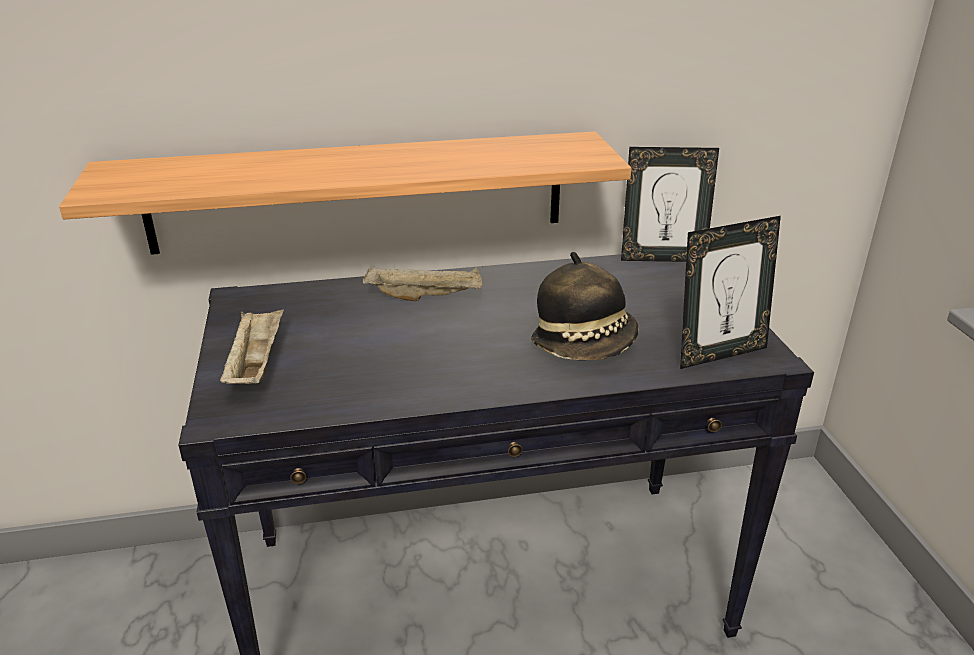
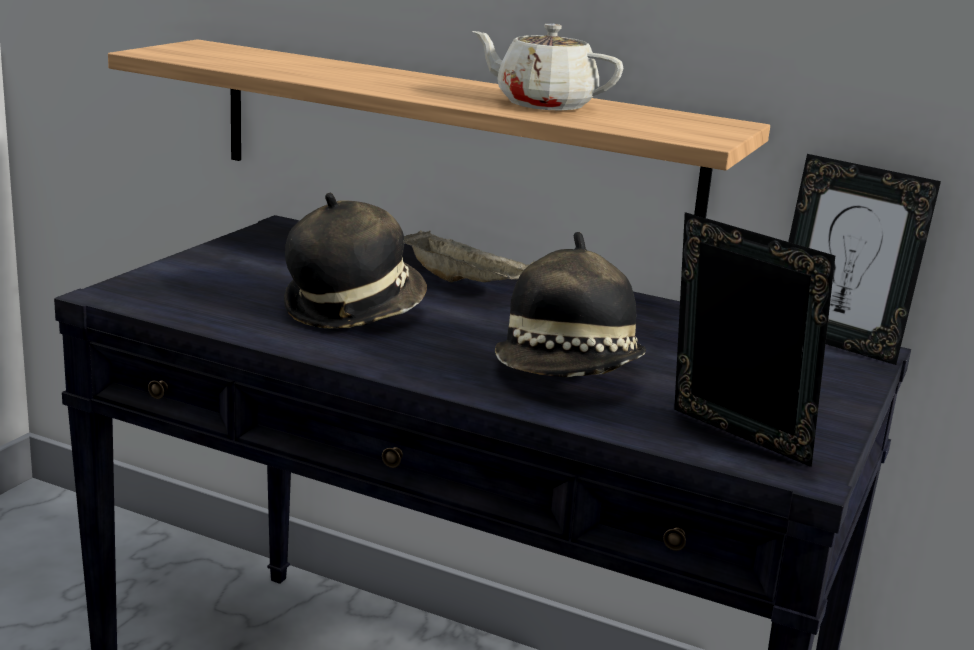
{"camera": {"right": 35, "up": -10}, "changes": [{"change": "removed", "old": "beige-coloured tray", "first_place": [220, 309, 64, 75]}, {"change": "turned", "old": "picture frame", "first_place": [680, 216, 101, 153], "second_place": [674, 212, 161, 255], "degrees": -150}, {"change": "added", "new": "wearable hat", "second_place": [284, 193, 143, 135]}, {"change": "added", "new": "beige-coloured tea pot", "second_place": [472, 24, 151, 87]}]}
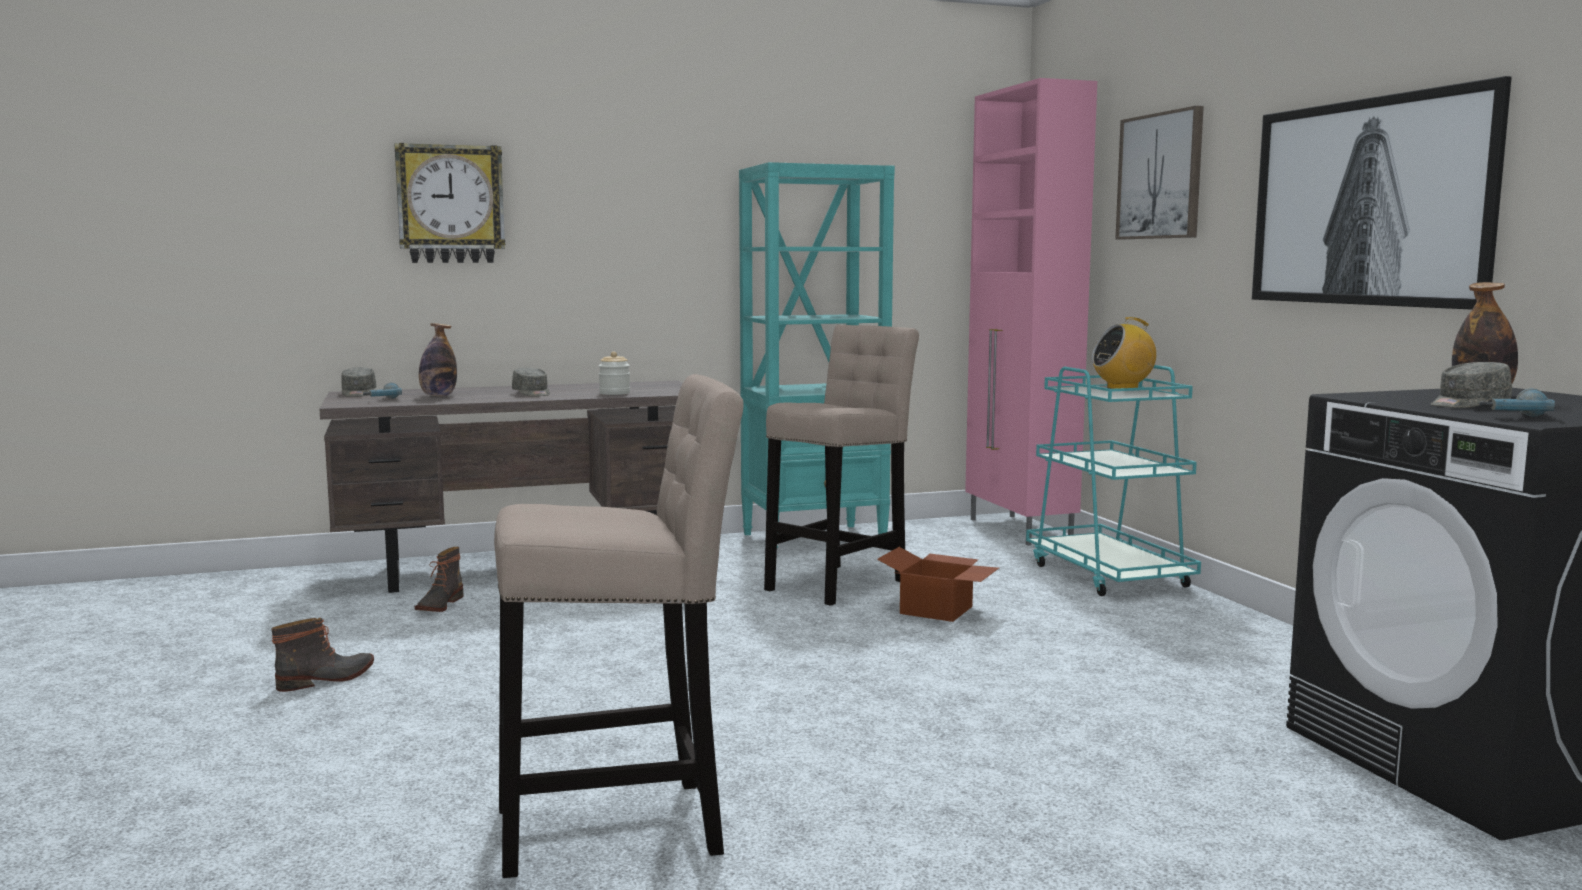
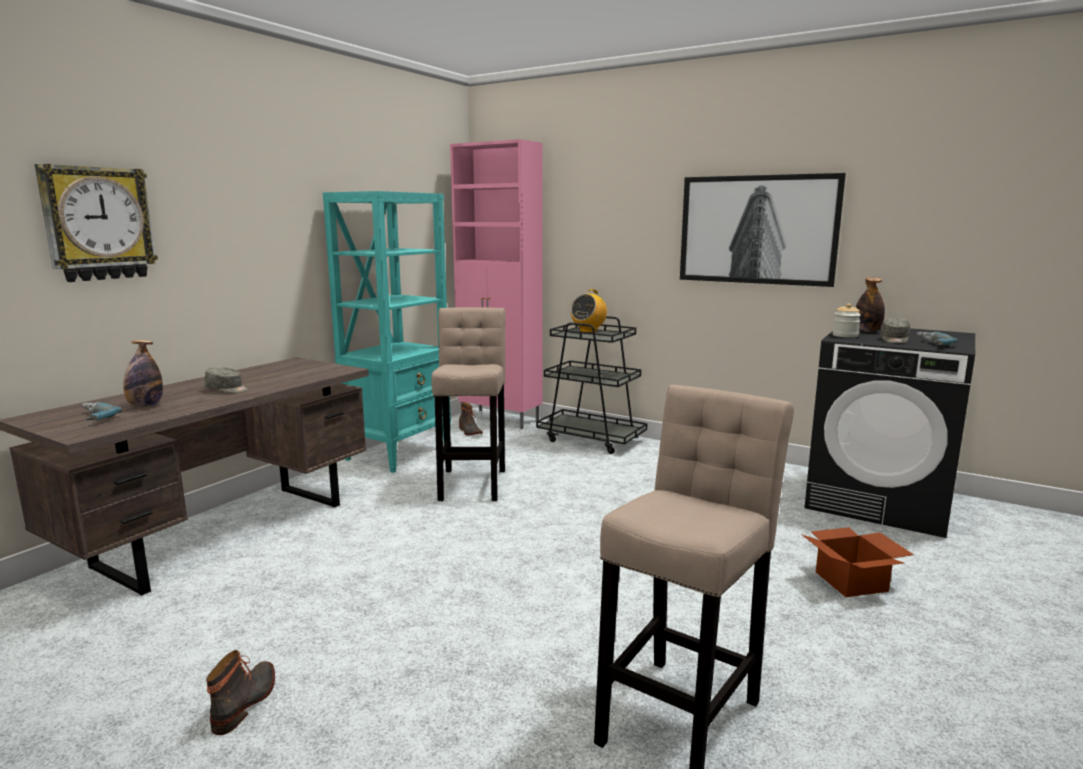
{"camera": {"right": -40, "up": 5}, "changes": [{"change": "removed", "old": "gray cap", "first_place": [341, 367, 35, 30]}, {"change": "moved", "old": "high-top boot", "first_place": [415, 547, 49, 65], "second_place": [459, 402, 24, 33]}, {"change": "moved", "old": "preserve jar", "first_place": [599, 352, 31, 43], "second_place": [833, 303, 28, 35]}, {"change": "moved", "old": "cardboard box", "first_place": [877, 547, 122, 75], "second_place": [801, 527, 113, 70]}, {"change": "recoloured", "old": "turquoise trolley", "new": "black-coloured trolley", "first_place": [1026, 365, 175, 231], "second_place": [536, 316, 111, 138]}, {"change": "removed", "old": "wall picture", "first_place": [1115, 106, 89, 133]}]}
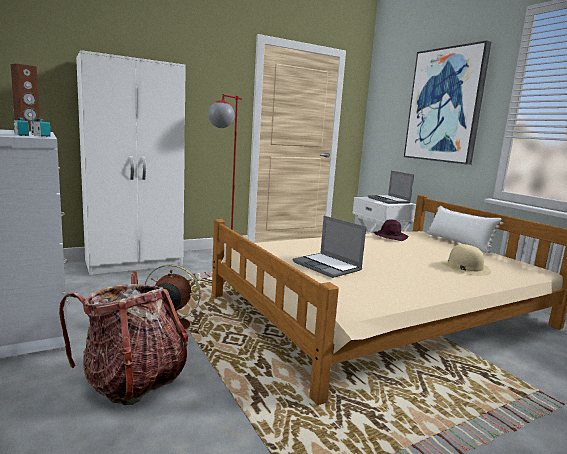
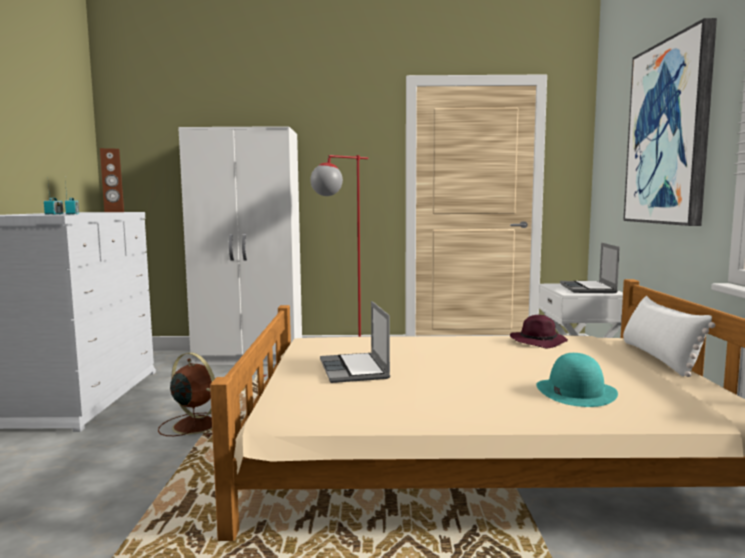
{"camera": {"right": 30, "up": -5}, "changes": [{"change": "removed", "old": "knapsack", "first_place": [59, 271, 129, 134]}, {"change": "recoloured", "old": "beige-coloured wearable hat", "new": "turquoise wearable hat", "first_place": [440, 244, 51, 32], "second_place": [536, 353, 82, 54]}]}
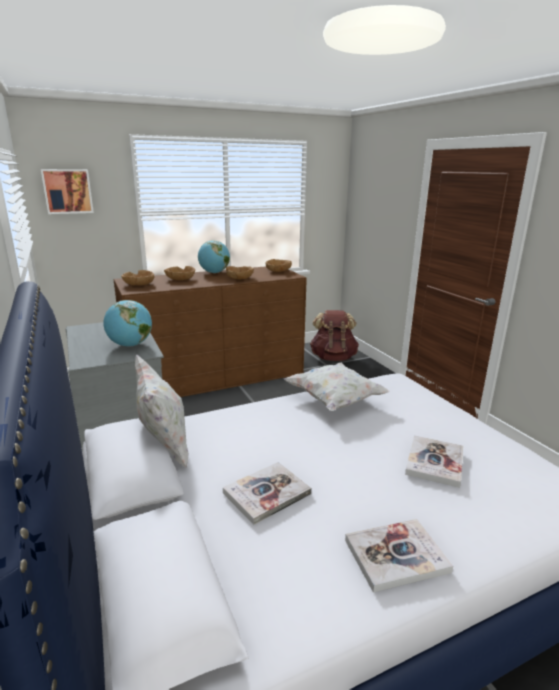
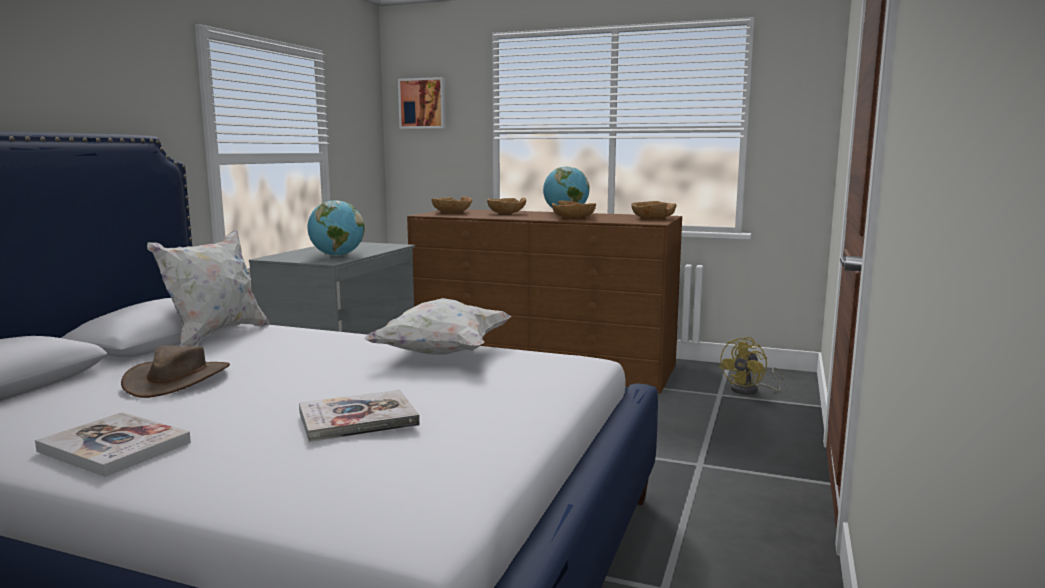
{"camera": {"right": 45, "up": -10}, "changes": [{"change": "replaced", "old": "book", "new": "brownish wearable hat", "first_place": [223, 462, 89, 63], "second_place": [121, 345, 109, 53]}, {"change": "replaced", "old": "brownish knapsack", "new": "yellowish fan", "first_place": [310, 310, 49, 51], "second_place": [719, 337, 67, 58]}]}
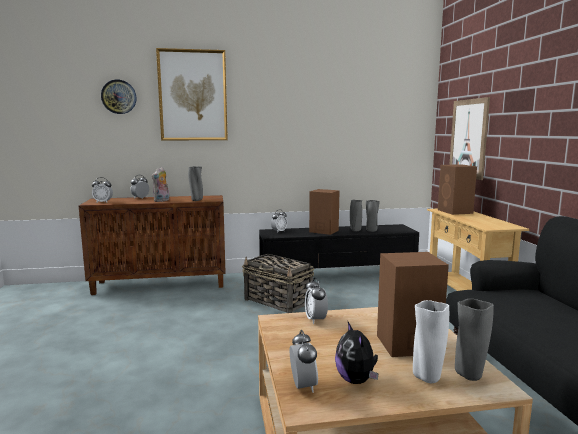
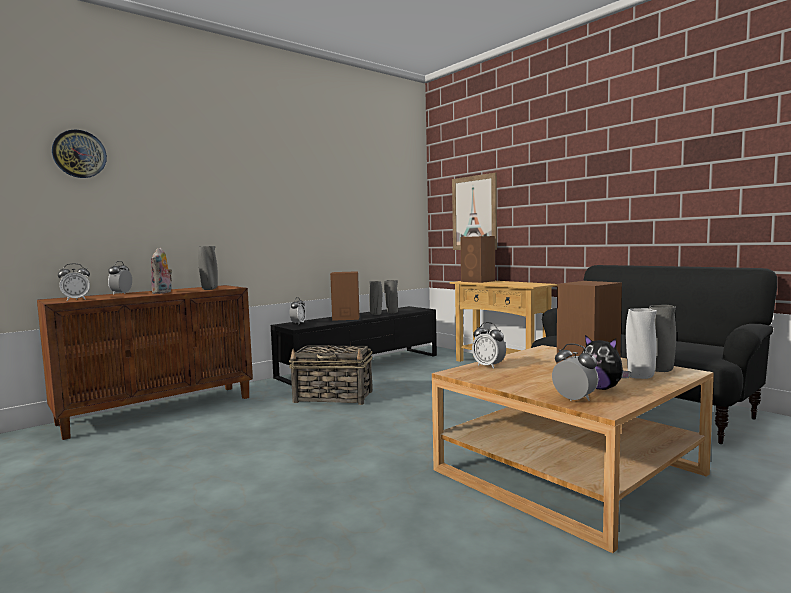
{"camera": {"right": -30, "up": -5}, "changes": [{"change": "removed", "old": "wall picture", "first_place": [156, 48, 72, 92]}]}
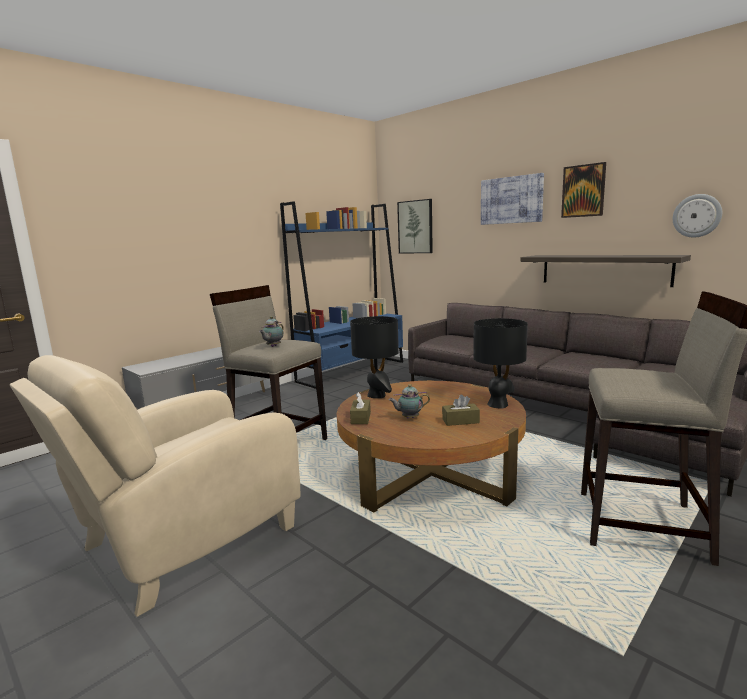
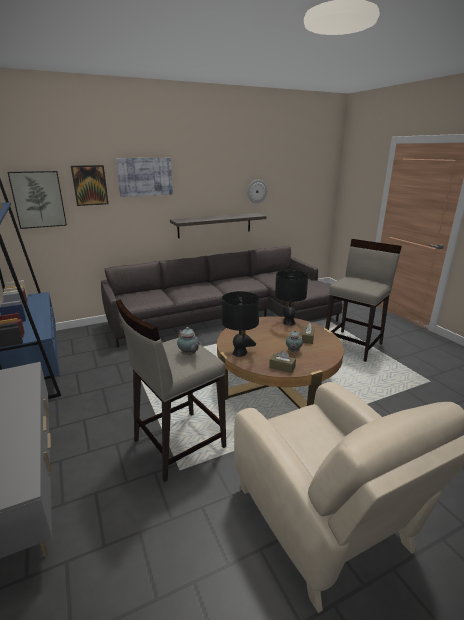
{"camera": {"right": -70, "up": 10}, "changes": [{"change": "moved", "old": "wall picture", "first_place": [561, 162, 45, 56], "second_place": [71, 165, 38, 41]}]}
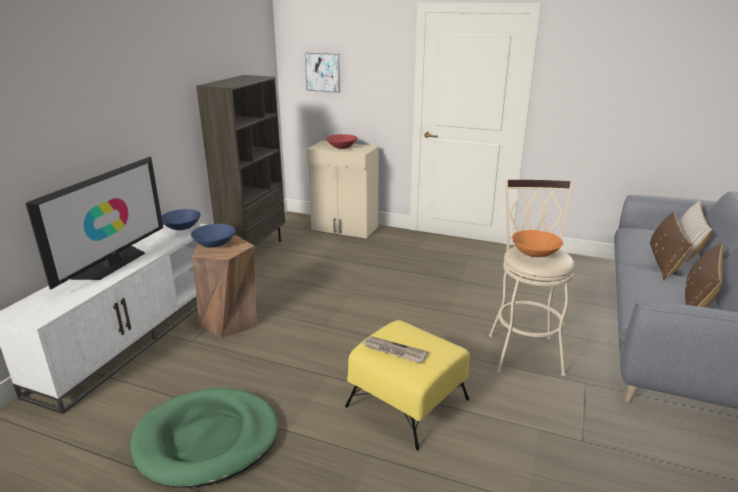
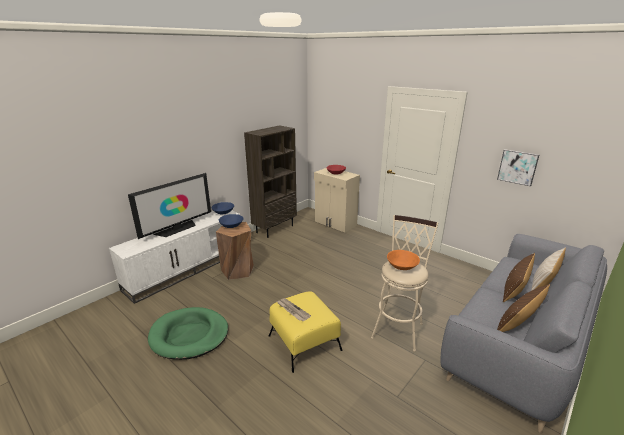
{"camera": {"right": 20, "up": 0}, "changes": [{"change": "moved", "old": "wall picture", "first_place": [305, 53, 35, 40], "second_place": [497, 149, 42, 37]}]}
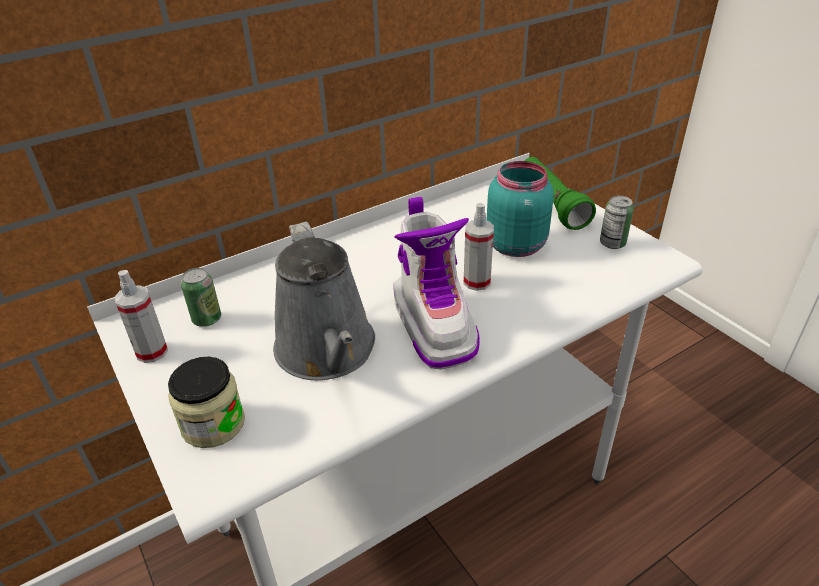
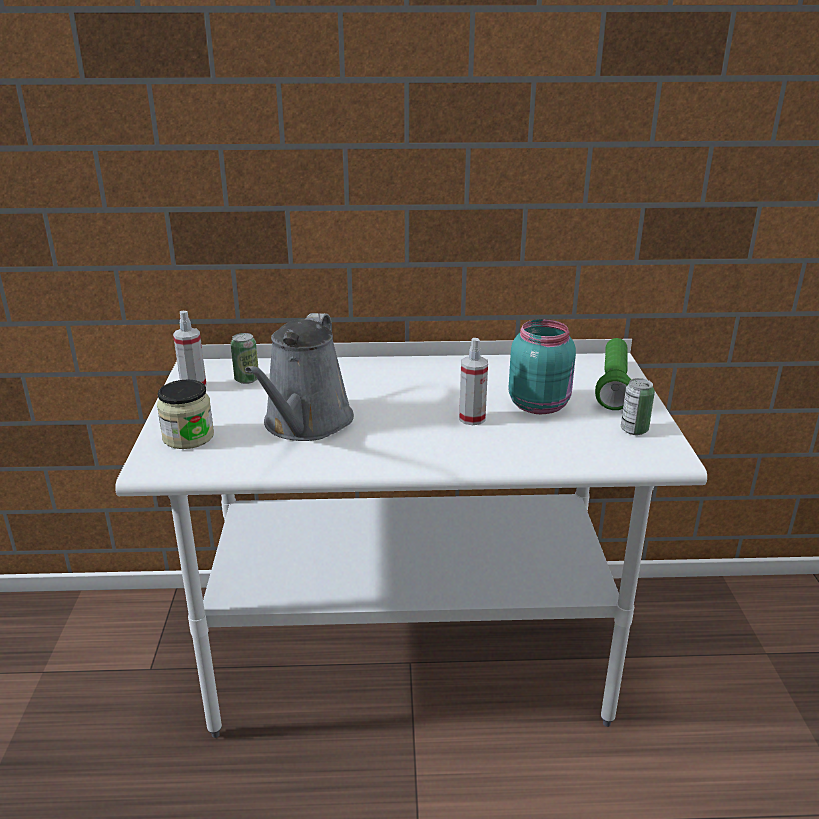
{"camera": {"right": 30, "up": -10}, "changes": [{"change": "removed", "old": "high-top boot", "first_place": [393, 196, 87, 174]}]}
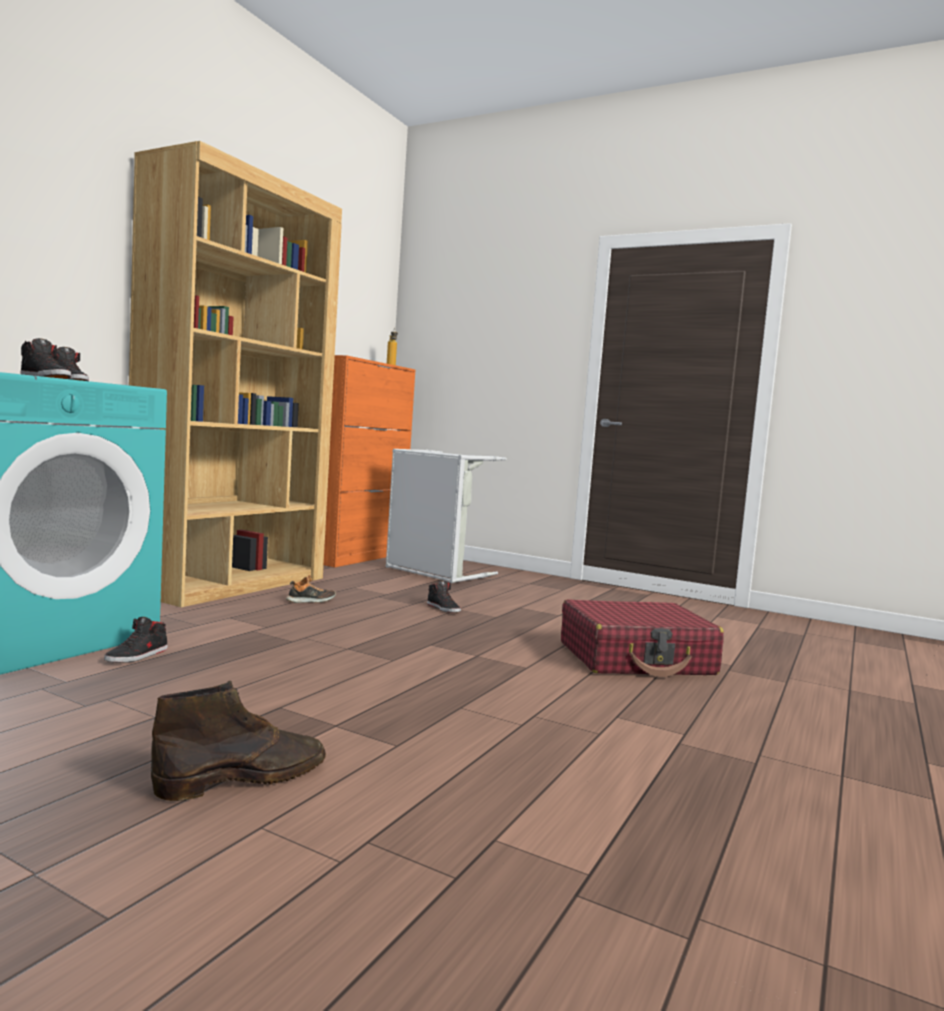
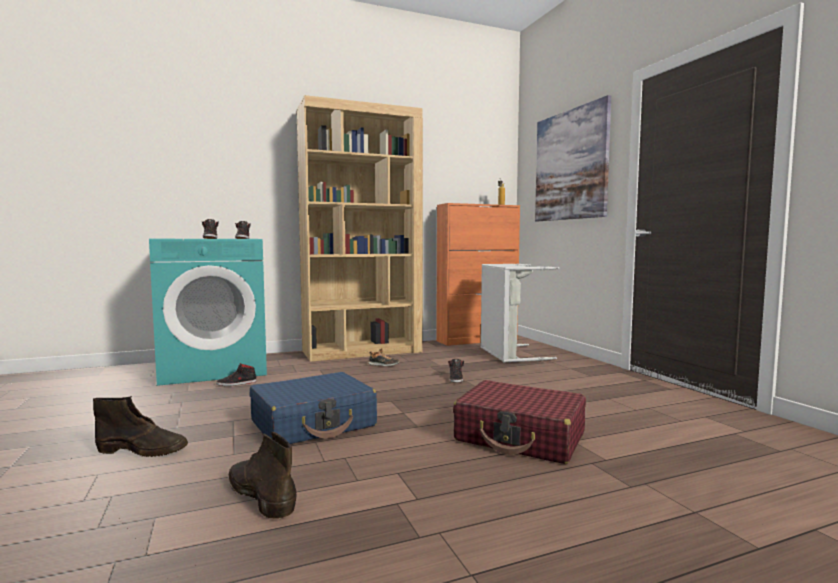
{"camera": {"right": 40, "up": 0}, "changes": [{"change": "added", "new": "brownish high-top boot", "second_place": [229, 432, 67, 88]}, {"change": "added", "new": "bluish travel case", "second_place": [250, 372, 127, 72]}, {"change": "added", "new": "wall picture", "second_place": [535, 95, 76, 126]}]}
